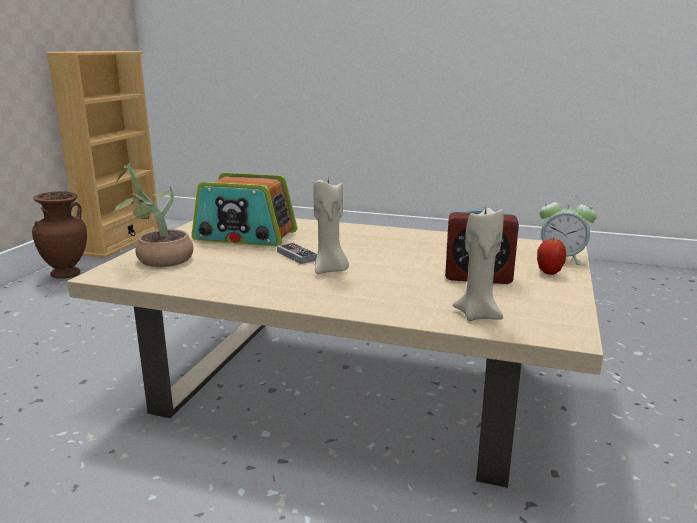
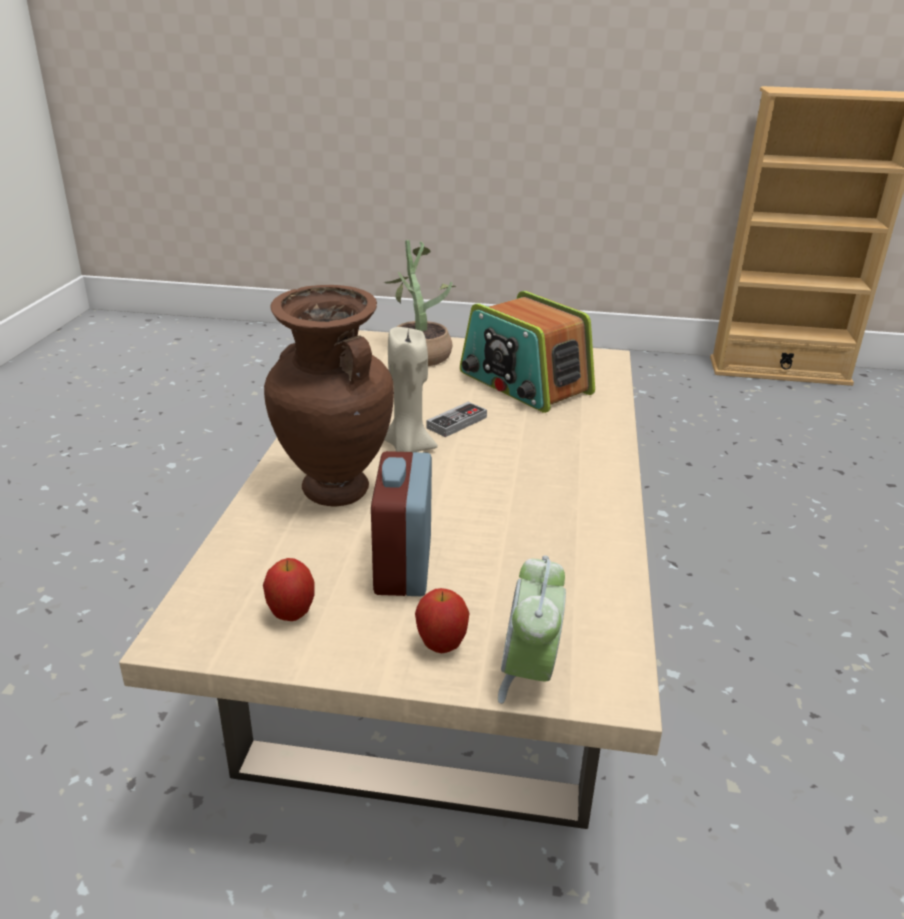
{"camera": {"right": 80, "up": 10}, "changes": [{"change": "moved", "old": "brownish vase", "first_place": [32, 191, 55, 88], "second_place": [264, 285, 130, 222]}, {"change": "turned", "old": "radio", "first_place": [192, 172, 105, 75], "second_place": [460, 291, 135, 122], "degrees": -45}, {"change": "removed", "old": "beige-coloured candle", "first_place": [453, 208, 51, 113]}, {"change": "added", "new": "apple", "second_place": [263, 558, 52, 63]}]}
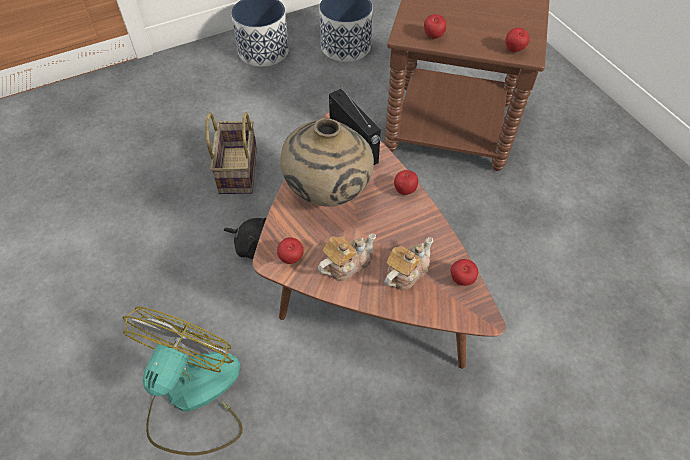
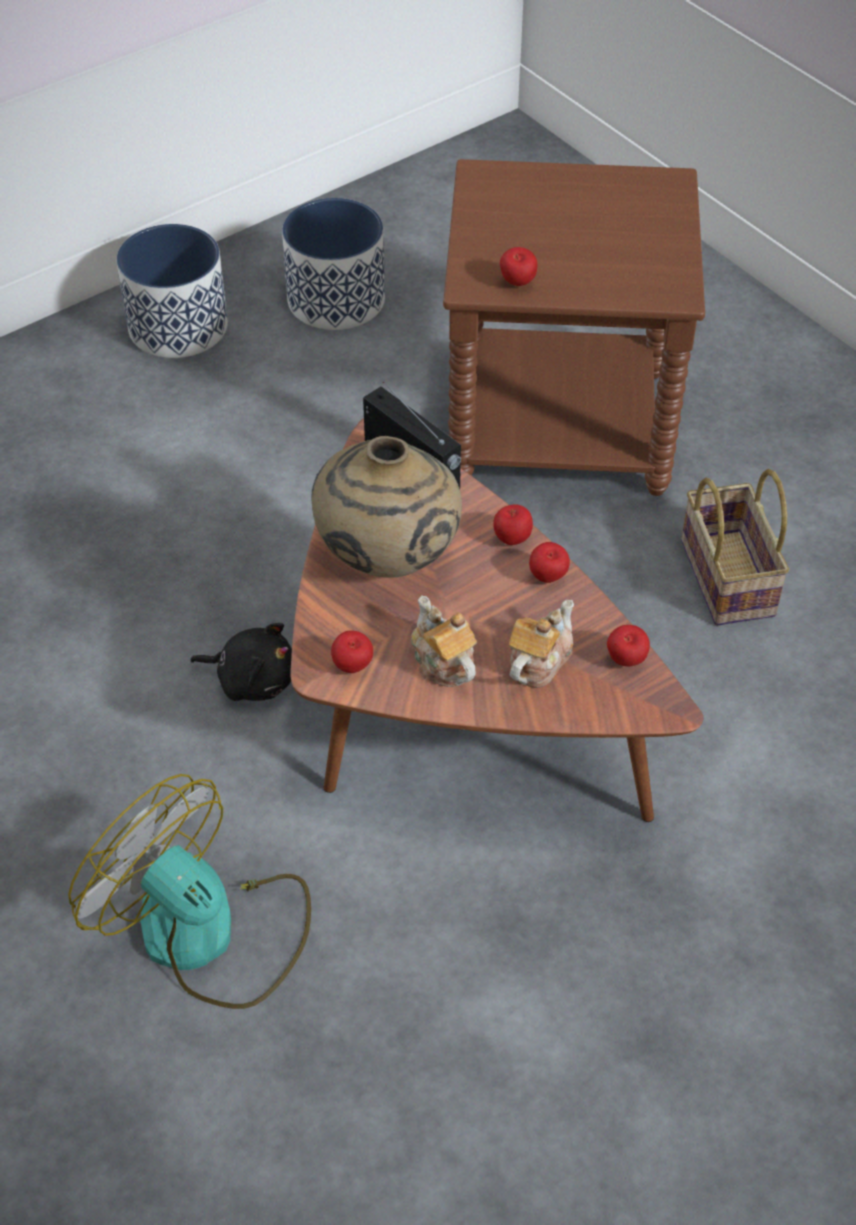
{"camera": {"right": -10, "up": -5}, "changes": [{"change": "turned", "old": "fan", "first_place": [122, 307, 121, 148], "second_place": [68, 774, 243, 235], "degrees": -60}, {"change": "moved", "old": "basket", "first_place": [205, 112, 52, 82], "second_place": [681, 469, 108, 157]}, {"change": "turned", "old": "tea pot", "first_place": [318, 233, 58, 48], "second_place": [411, 595, 66, 92], "degrees": -75}, {"change": "moved", "old": "apple", "first_place": [506, 28, 24, 24], "second_place": [529, 542, 41, 41]}]}
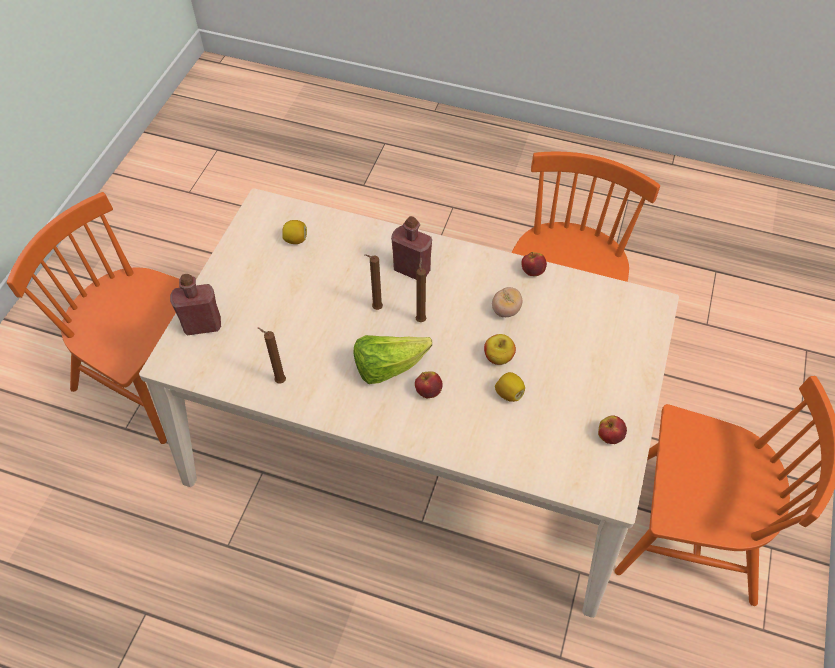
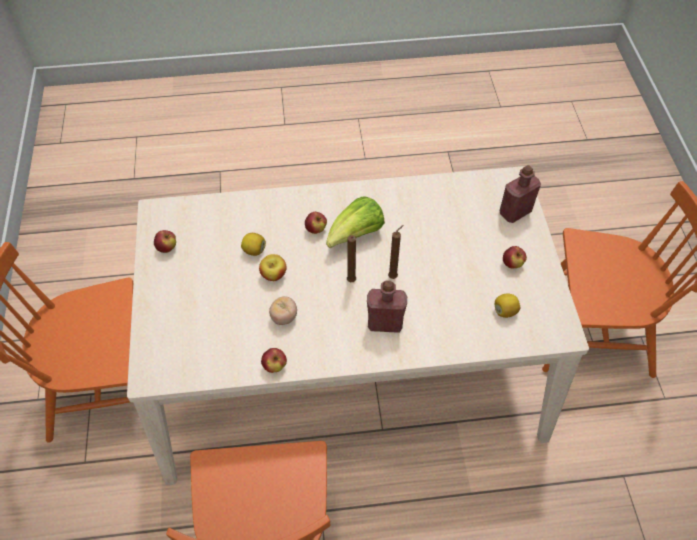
{"camera": {"right": 155, "up": 0}, "changes": [{"change": "removed", "old": "brownish candle", "first_place": [258, 328, 28, 56]}, {"change": "added", "new": "apple", "second_place": [503, 246, 24, 23]}]}
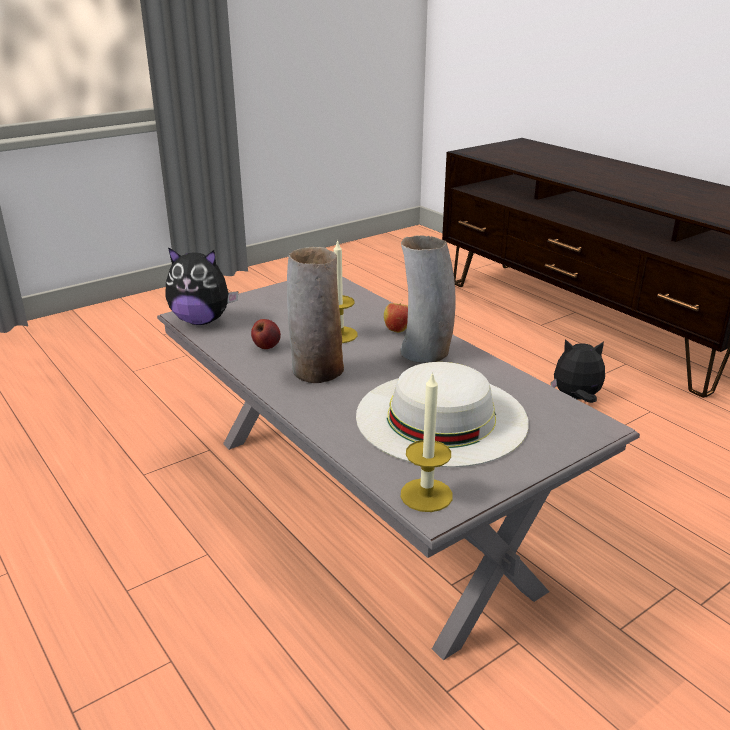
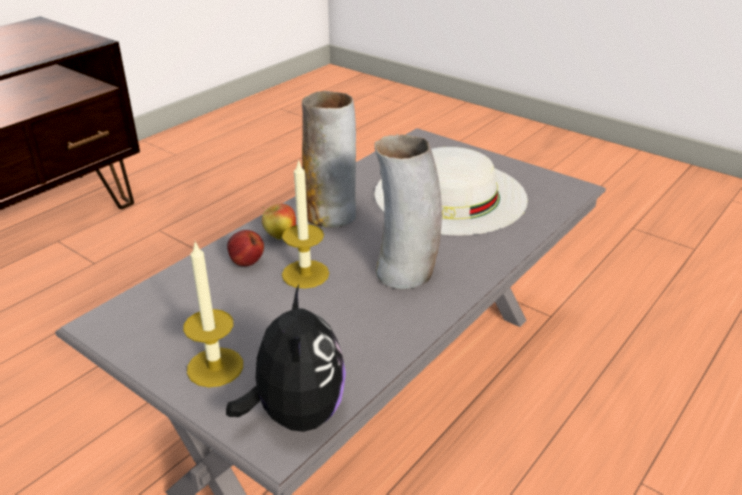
{"camera": {"right": -105, "up": 5}, "changes": [{"change": "moved", "old": "apple", "first_place": [251, 319, 30, 30], "second_place": [227, 230, 37, 36]}, {"change": "moved", "old": "candle", "first_place": [401, 371, 52, 141], "second_place": [183, 241, 60, 146]}, {"change": "removed", "old": "plush toy", "first_place": [551, 339, 54, 64]}]}
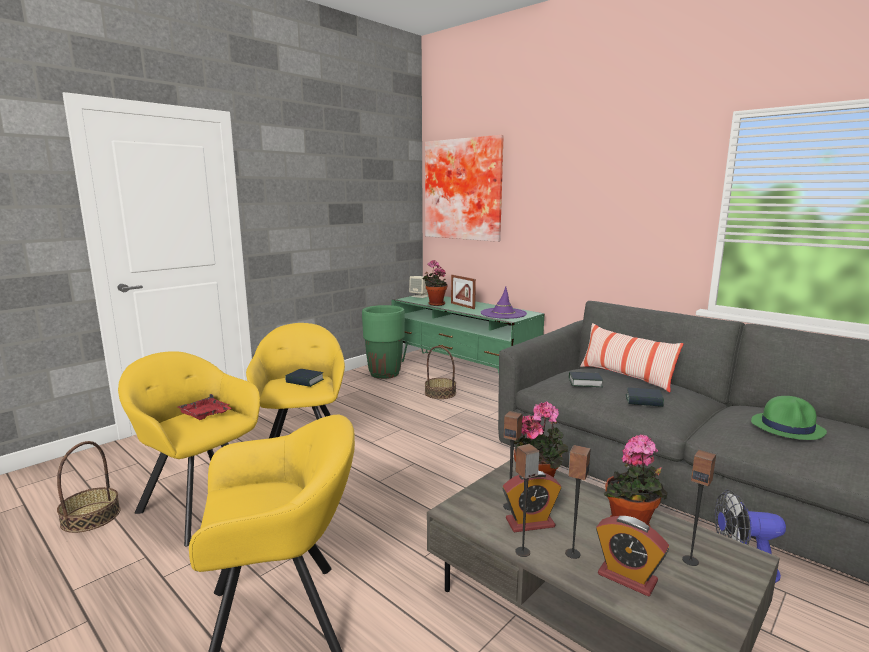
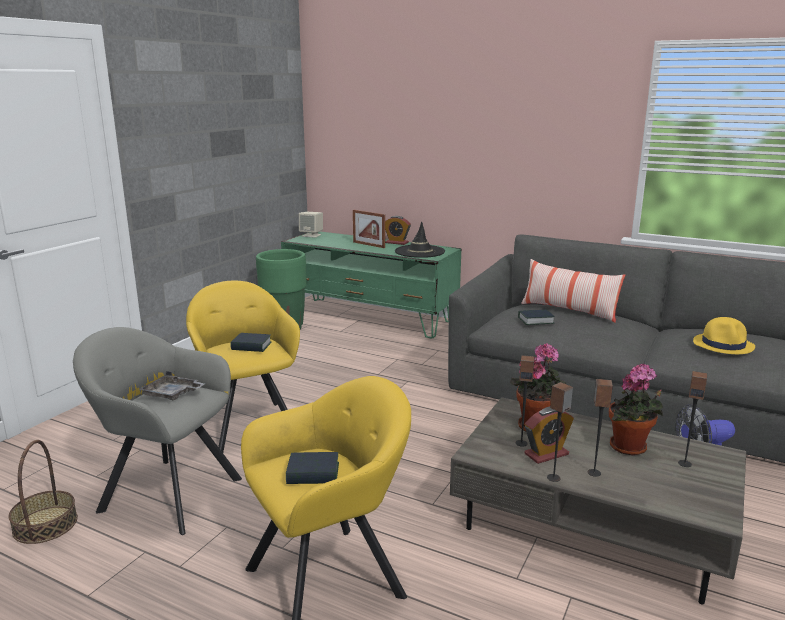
{"camera": {"right": -15, "up": 5}, "changes": [{"change": "recoloured", "old": "yellowish easy chair", "new": "gray easy chair", "first_place": [118, 351, 142, 196], "second_place": [73, 327, 169, 208]}, {"change": "recoloured", "old": "reddish tray", "new": "gray tray", "first_place": [177, 394, 55, 26], "second_place": [139, 371, 66, 29]}, {"change": "removed", "old": "houseplant", "first_place": [422, 260, 25, 46]}, {"change": "removed", "old": "wall picture", "first_place": [425, 135, 79, 107]}, {"change": "removed", "old": "basket", "first_place": [425, 346, 31, 53]}, {"change": "recoloured", "old": "purple wearable hat", "new": "black-coloured wearable hat", "first_place": [481, 286, 46, 33], "second_place": [395, 221, 50, 37]}, {"change": "moved", "old": "bedside clock", "first_place": [596, 516, 73, 81], "second_place": [385, 216, 26, 29]}, {"change": "moved", "old": "book", "first_place": [626, 387, 38, 20], "second_place": [286, 452, 53, 32]}, {"change": "recoloured", "old": "greenish wearable hat", "new": "yellowish wearable hat", "first_place": [751, 396, 76, 44], "second_place": [693, 317, 62, 37]}]}
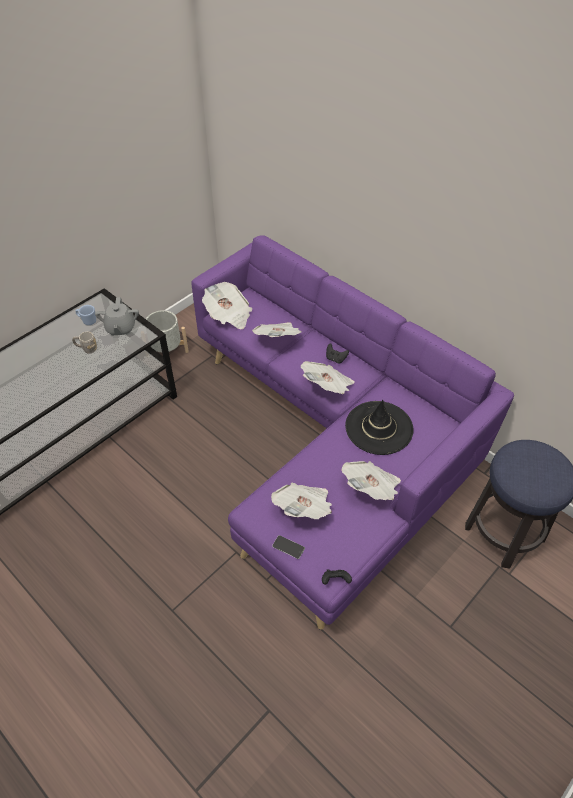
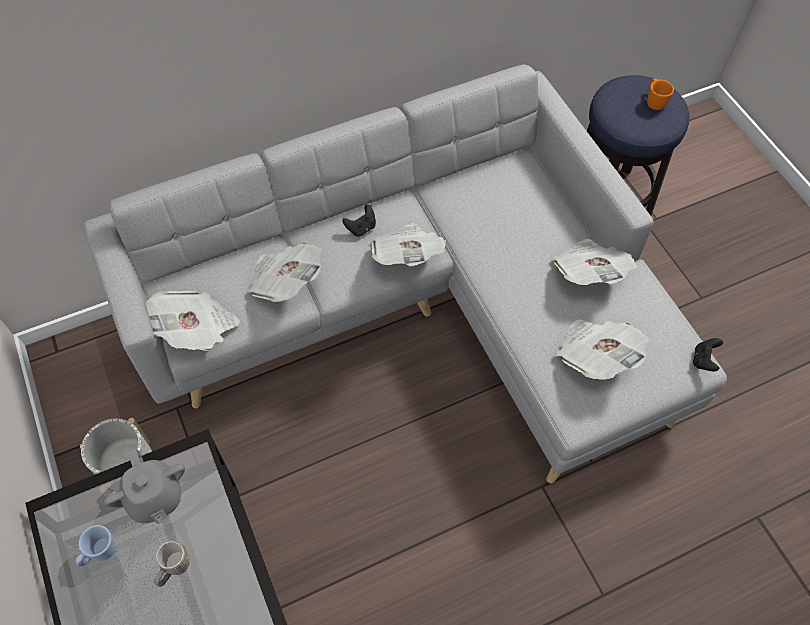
{"camera": {"right": -70, "up": 10}, "changes": [{"change": "turned", "old": "gray tea pot", "first_place": [95, 297, 44, 39], "second_place": [104, 449, 81, 75], "degrees": 45}, {"change": "recoloured", "old": "purple couch", "new": "gray couch", "first_place": [191, 235, 323, 395], "second_place": [84, 64, 643, 420]}, {"change": "removed", "old": "handset", "first_place": [272, 535, 33, 24]}, {"change": "removed", "old": "black-coloured wearable hat", "first_place": [345, 400, 68, 55]}, {"change": "added", "new": "orange-coloured mug", "second_place": [647, 79, 27, 31]}]}
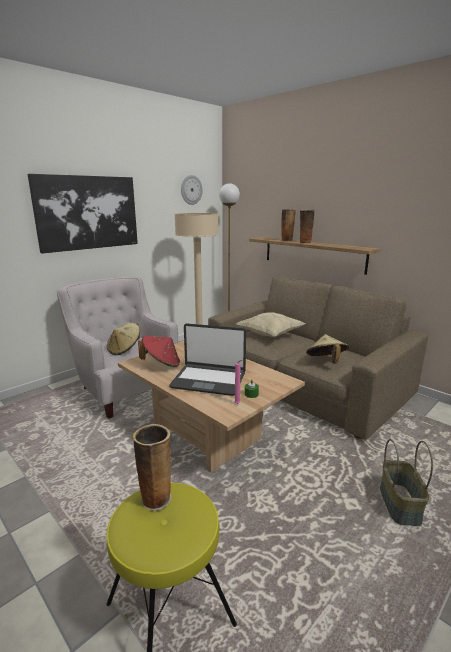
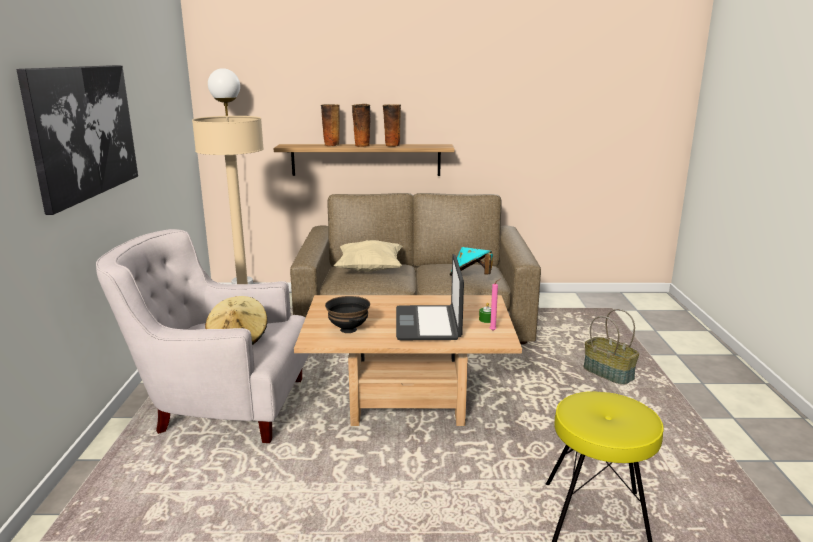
{"camera": {"right": -45, "up": 0}, "changes": [{"change": "moved", "old": "vase", "first_place": [133, 424, 39, 87], "second_place": [382, 104, 19, 43]}, {"change": "replaced", "old": "reddish wearable hat", "new": "black-coloured bowl", "first_place": [138, 336, 42, 31], "second_place": [325, 296, 45, 37]}, {"change": "turned", "old": "laptop", "first_place": [169, 323, 77, 73], "second_place": [396, 254, 68, 86], "degrees": 120}, {"change": "removed", "old": "hanging clock", "first_place": [181, 175, 22, 30]}, {"change": "recoloured", "old": "beige-coloured wearable hat", "new": "turquoise wearable hat", "first_place": [306, 334, 43, 30], "second_place": [450, 247, 43, 29]}]}
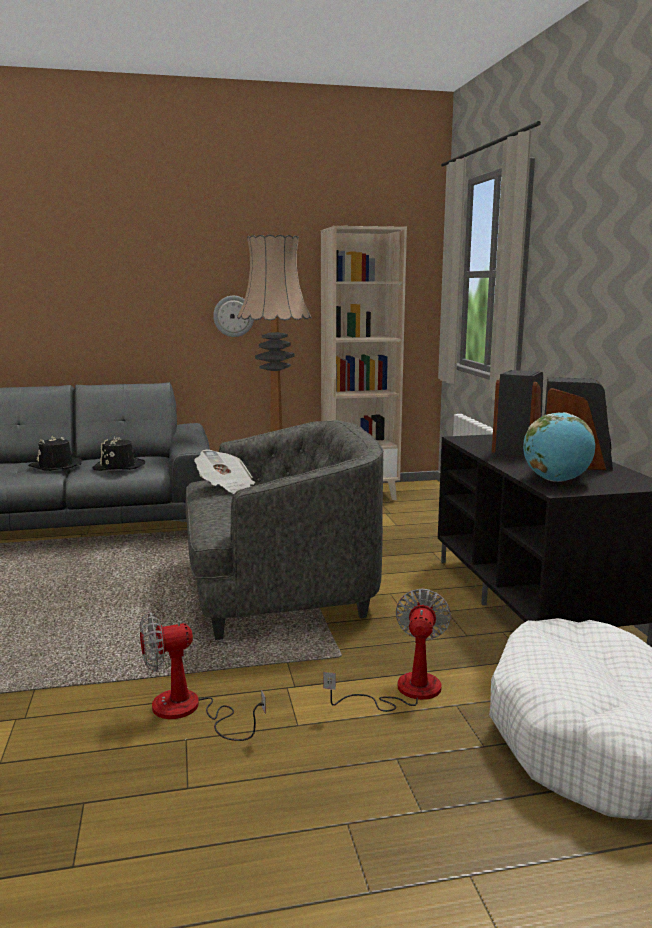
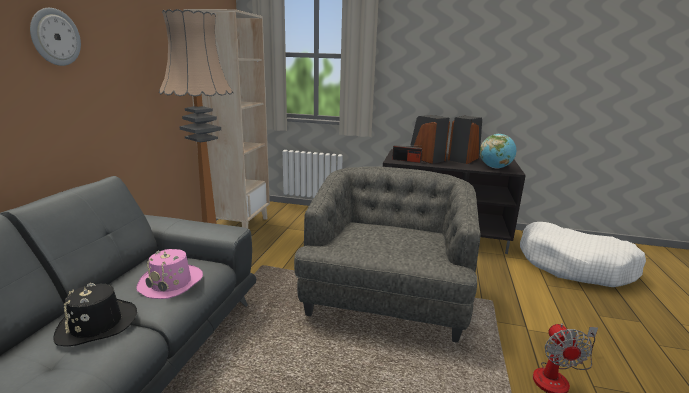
{"camera": {"right": -65, "up": 5}, "changes": [{"change": "recoloured", "old": "black-coloured wearable hat", "new": "pink wearable hat", "first_place": [93, 437, 52, 34], "second_place": [136, 249, 67, 50]}, {"change": "removed", "old": "daily paper", "first_place": [194, 450, 61, 44]}, {"change": "moved", "old": "hanging clock", "first_place": [213, 296, 41, 41], "second_place": [30, 8, 51, 58]}, {"change": "removed", "old": "fan", "first_place": [323, 589, 128, 123]}, {"change": "added", "new": "radio", "second_place": [392, 145, 30, 18]}]}
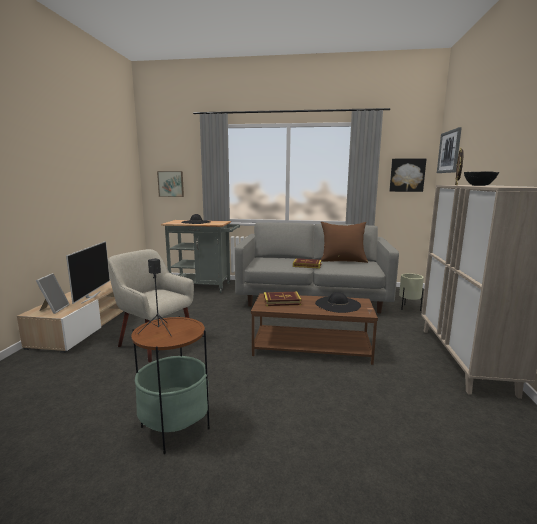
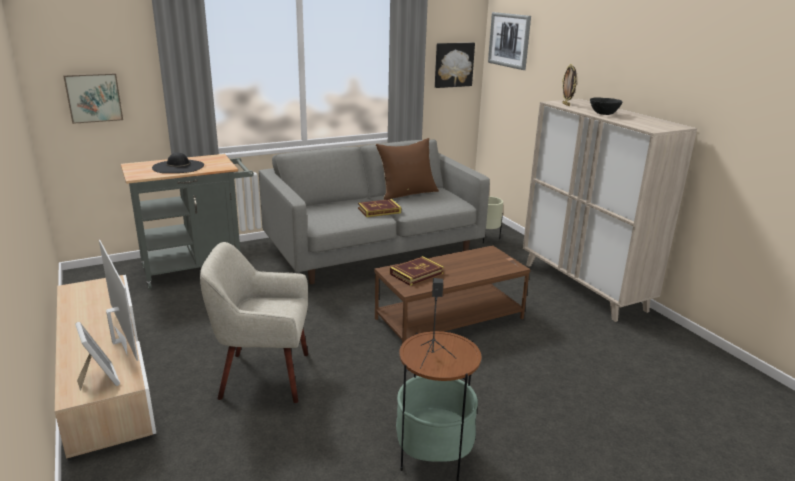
{"camera": {"right": -35, "up": 10}, "changes": [{"change": "removed", "old": "black-coloured wearable hat", "first_place": [315, 292, 46, 21]}]}
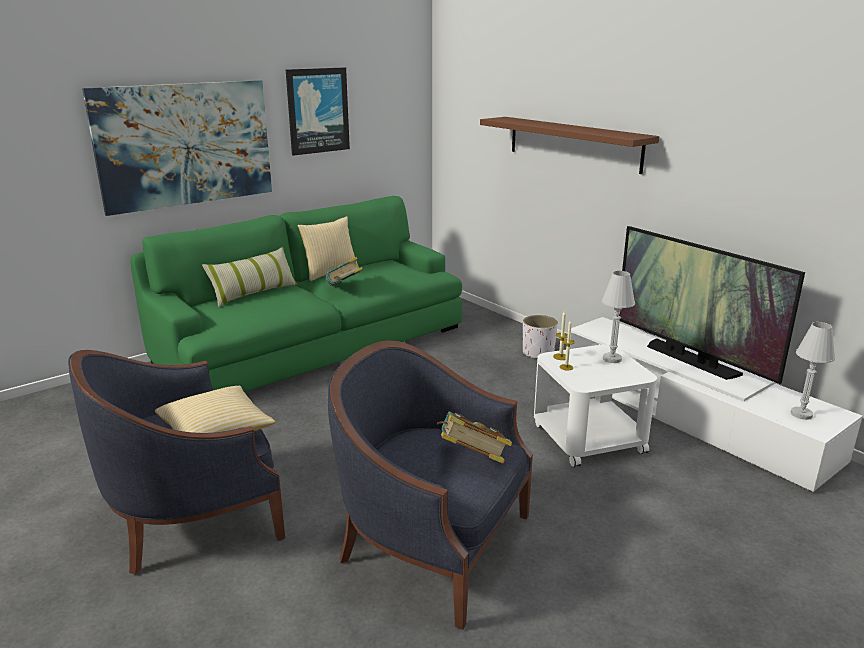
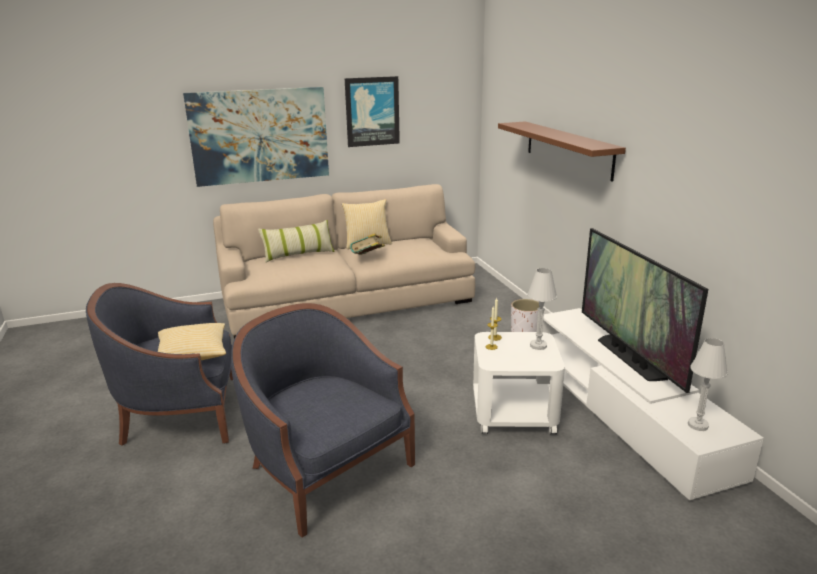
{"camera": {"right": 20, "up": 0}, "changes": [{"change": "recoloured", "old": "greenish couch", "new": "beige-coloured couch", "first_place": [130, 196, 332, 196], "second_place": [213, 184, 262, 155]}, {"change": "removed", "old": "book", "first_place": [437, 411, 75, 53]}]}
